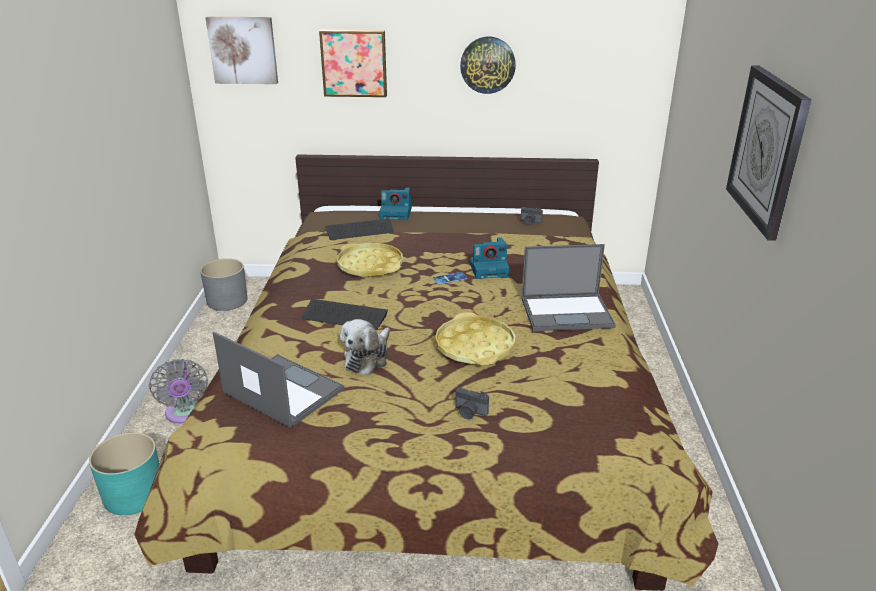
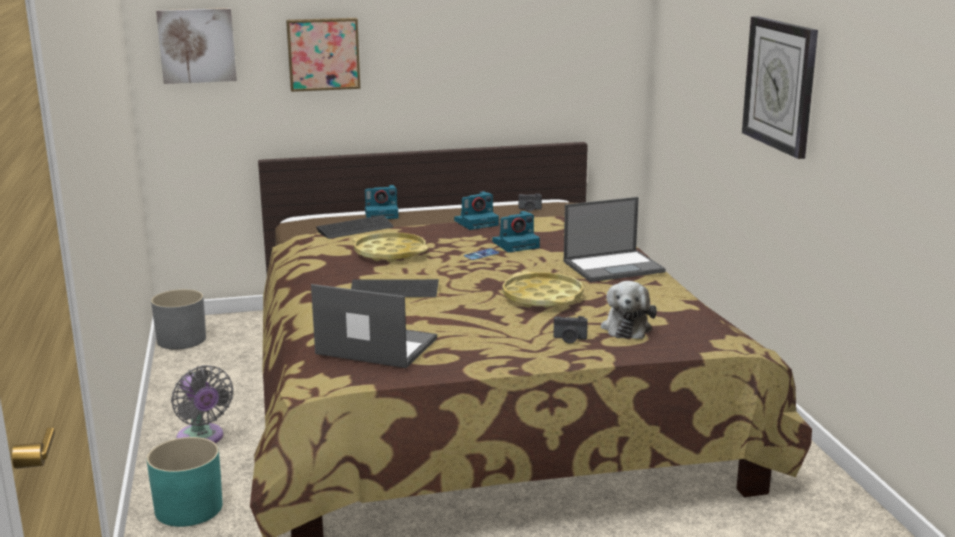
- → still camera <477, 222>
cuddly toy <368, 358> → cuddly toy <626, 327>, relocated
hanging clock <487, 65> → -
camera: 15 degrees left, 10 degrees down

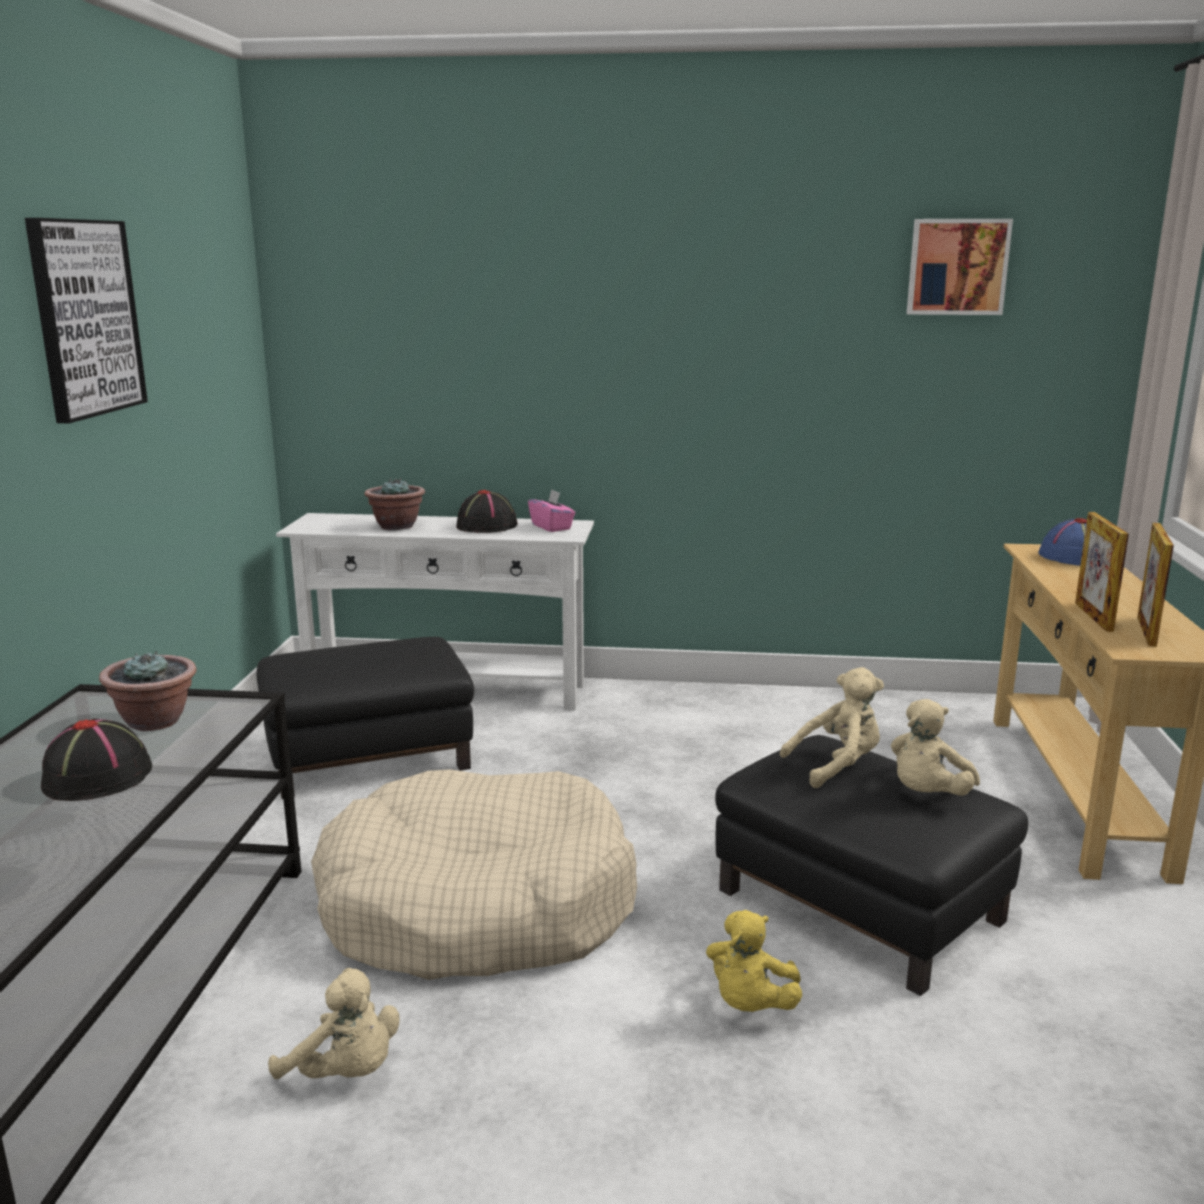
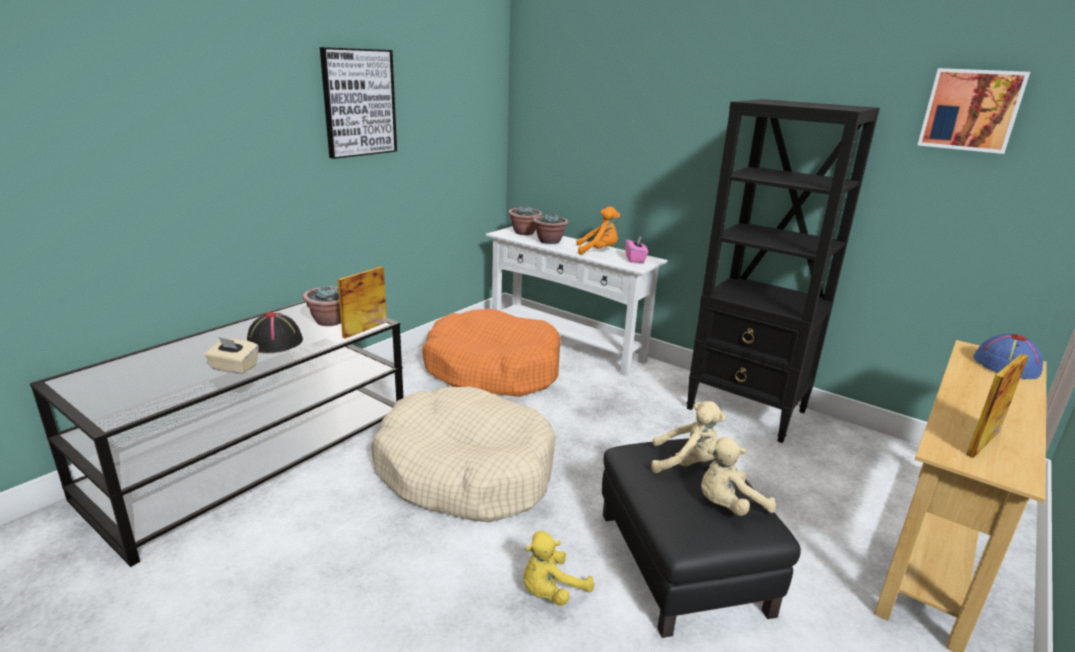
- → tissue holder (beige) <234, 368>
photo frame <1093, 616> → photo frame <365, 329>, relocated
ottoman (black) <369, 755> → dog bed (orangey) <493, 369>
- → plant in a pot <524, 233>
hat (black) <487, 526> → cuddly toy (orangey) <598, 251>
- → shelving unit (black) <747, 410>
cuddly toy (beige) <345, 1073> → -
camera: 30 degrees right, 5 degrees up

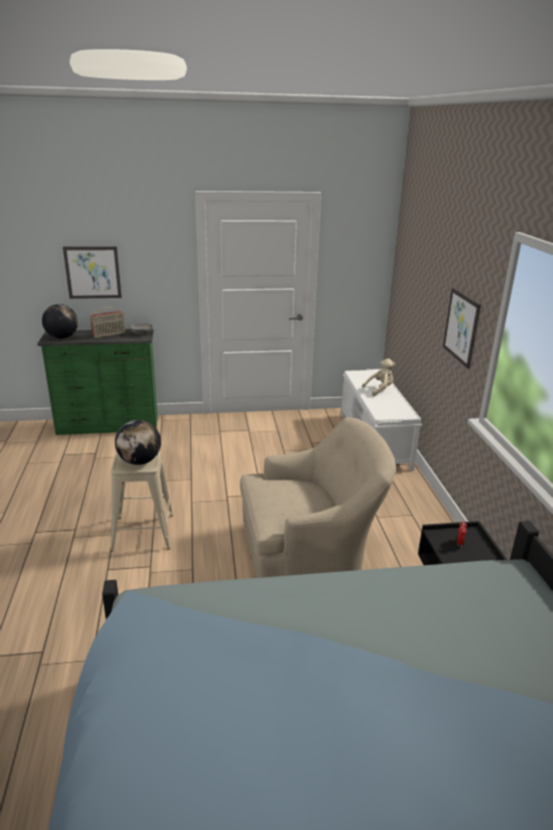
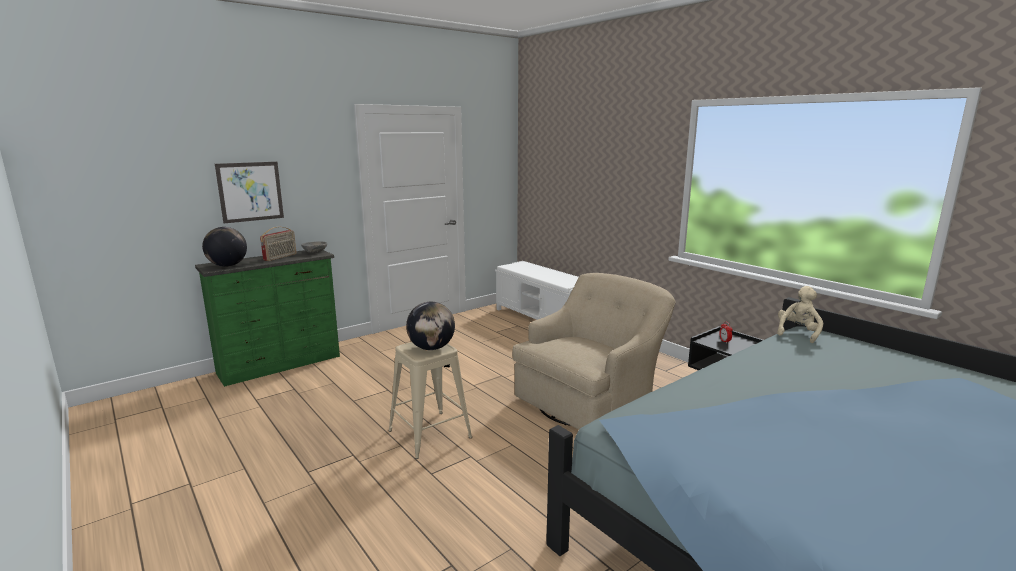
cuddly toy (beige) <379, 390> → cuddly toy (beige) <798, 333>, relocated
wall picture <461, 327> → -
camera: 30 degrees left, 10 degrees down

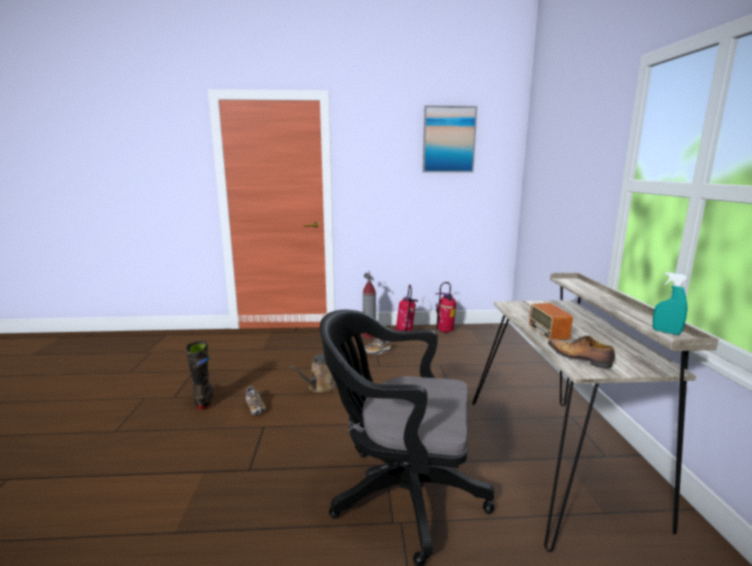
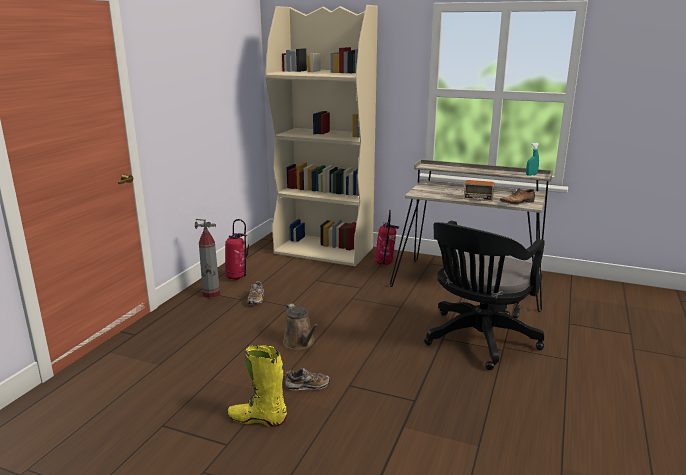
tall boot (black) <205, 399> → tall boot (yellow-coloured) <257, 419>
- → shelving unit (beige) <324, 251>
extinguisher <445, 331> → extinguisher <385, 264>, relocated
wall picture <448, 140> → -
camera: 65 degrees left, 5 degrees up

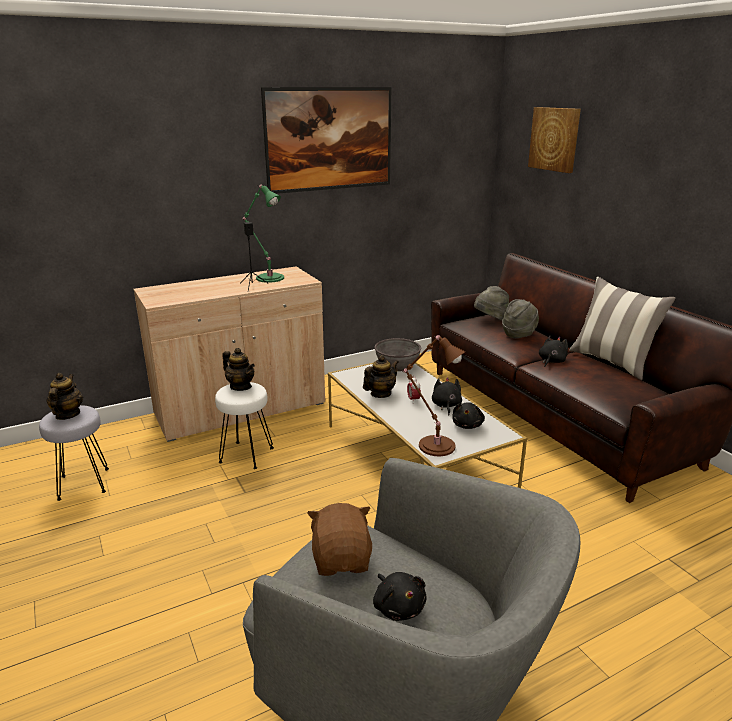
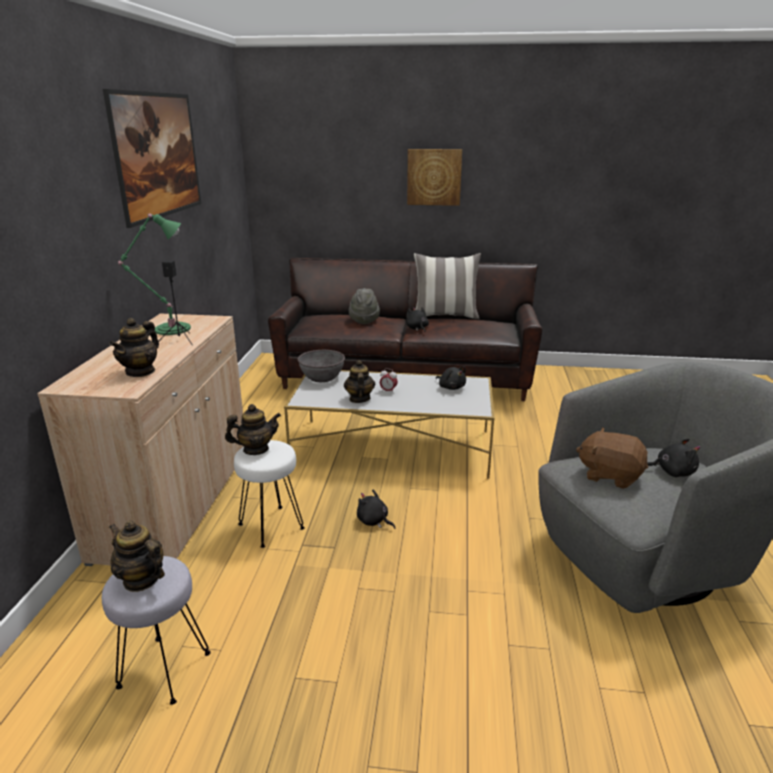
- → tea pot <140, 371>
cuddly toy (black) <446, 406> → cuddly toy (black) <374, 521>, relocated
wall picture <554, 139> → wall picture <434, 177>, relocated
table lamp (brownish) <434, 445> → -
hat (grey) <490, 320> → -
camera: 55 degrees left, 0 degrees up

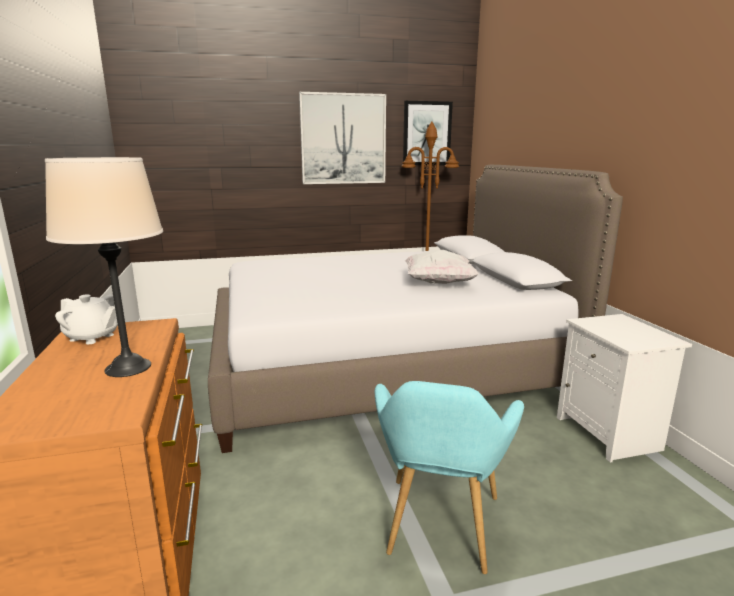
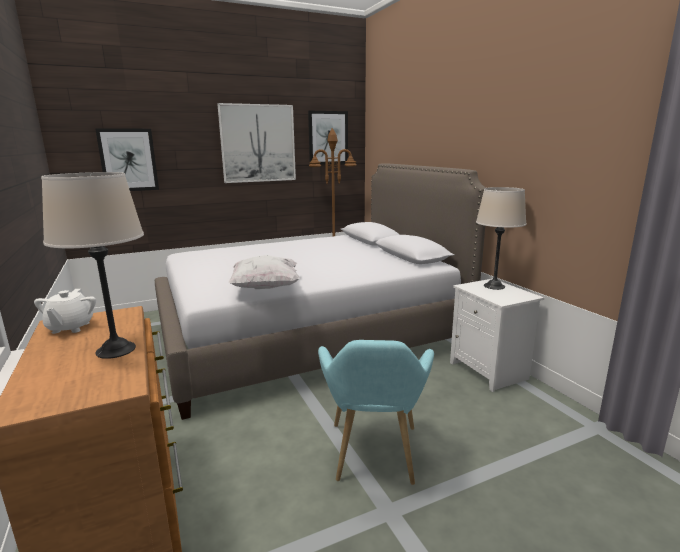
tea pot (white) <92, 337> → tea pot (white) <70, 327>, 75 degrees clockwise
- → wall picture <128, 160>
pillow (white) <439, 283> → pillow (white) <265, 287>, relocated
- → table lamp (beige) <494, 286>
camera: 10 degrees left, 0 degrees up

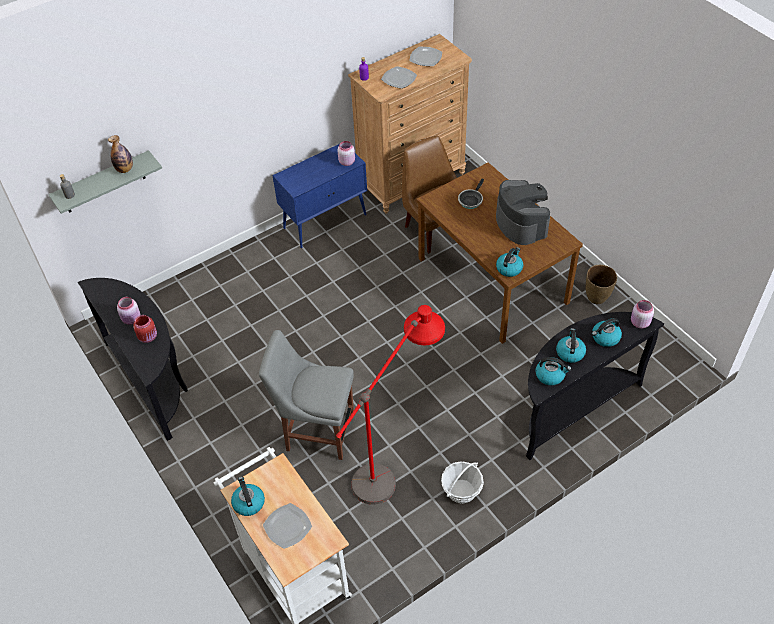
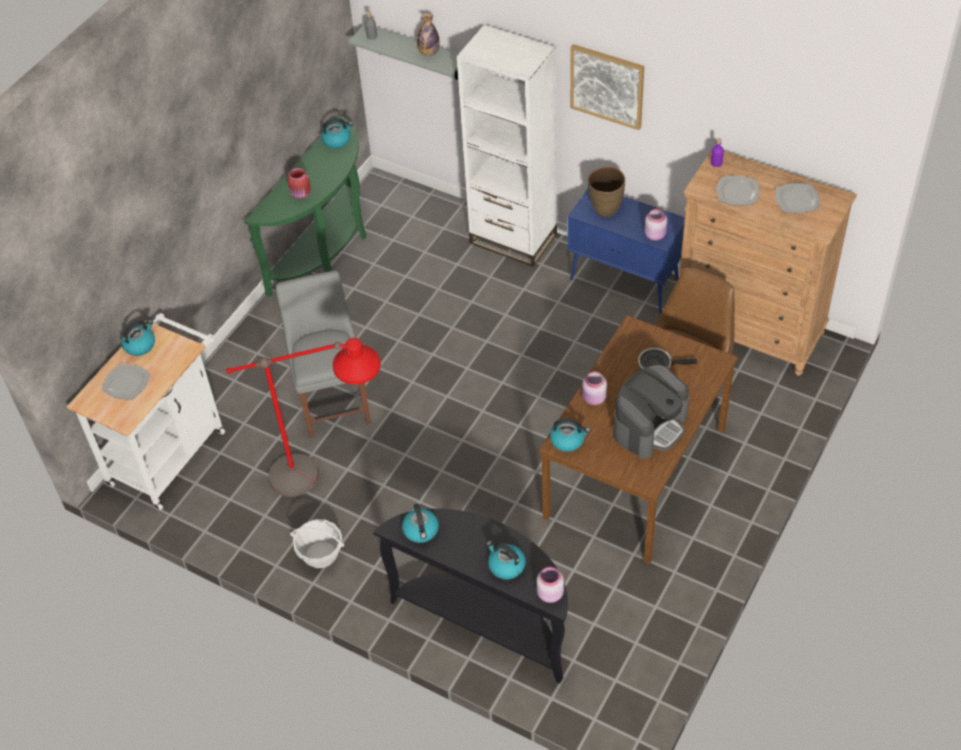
hall table (black) <153, 381> → hall table (green-coloured) <327, 251>
kettle <570, 352> → kettle <337, 140>, relocated
- → shelving unit (white) <513, 239>
- → wall picture <607, 86>
preserve jar (pink) <132, 319> → preserve jar (pink) <594, 399>, relocated
flower vase (brownish) <597, 298> → flower vase (brownish) <605, 210>, relocated
camera: 65 degrees right, 0 degrees up

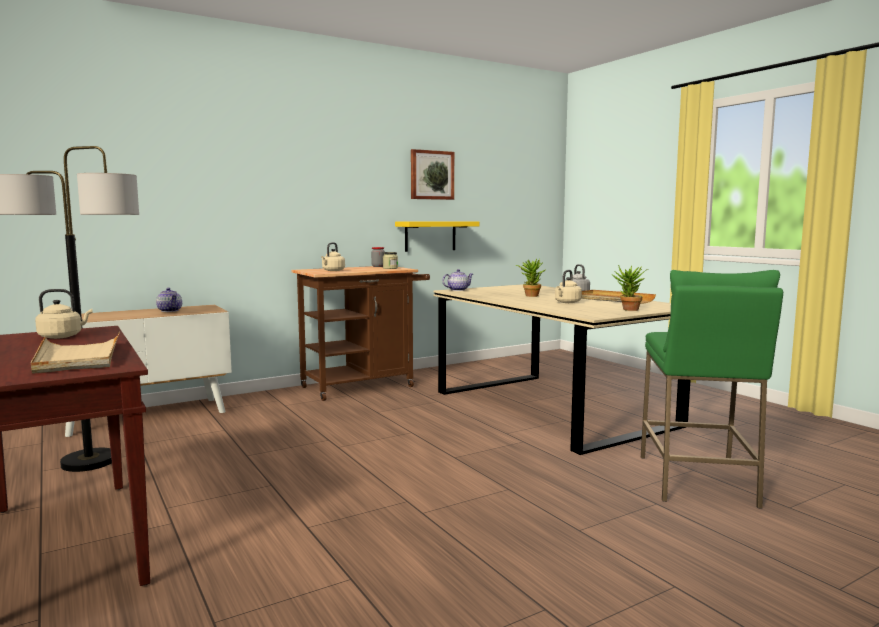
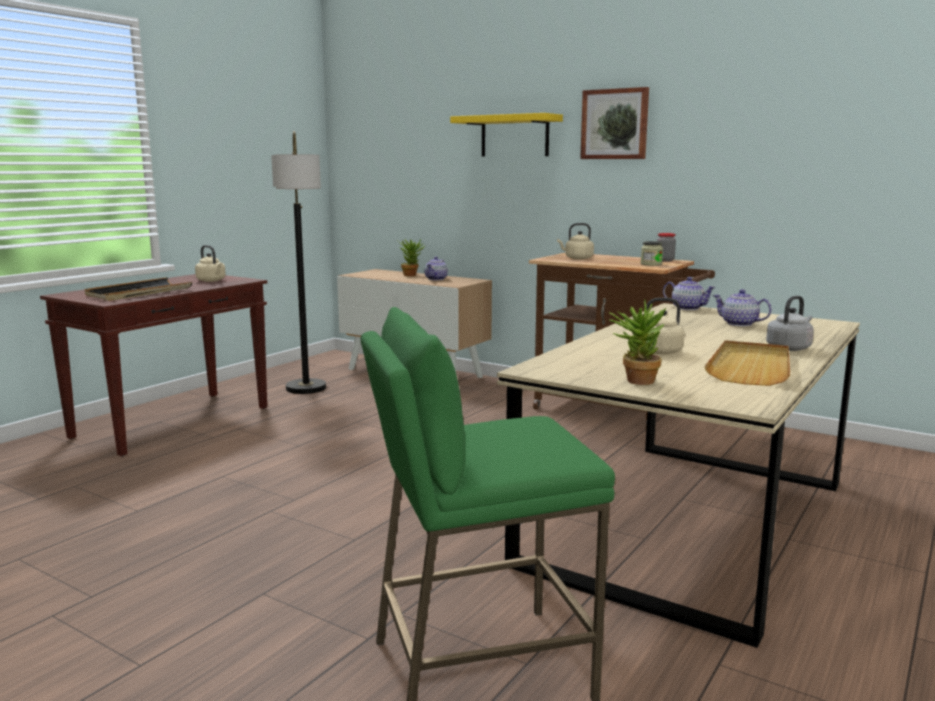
carrying tray (beige) <78, 357> → carrying tray (black) <139, 293>
plant in a pot <530, 295> → plant in a pot <411, 275>, relocated
bracket shelf (yellow-coloured) <430, 236> → bracket shelf (yellow-coloured) <514, 136>, relocated
wall picture <431, 175> → wall picture <615, 124>, relocated
- → tea pot <739, 324>
camera: 65 degrees right, 5 degrees up

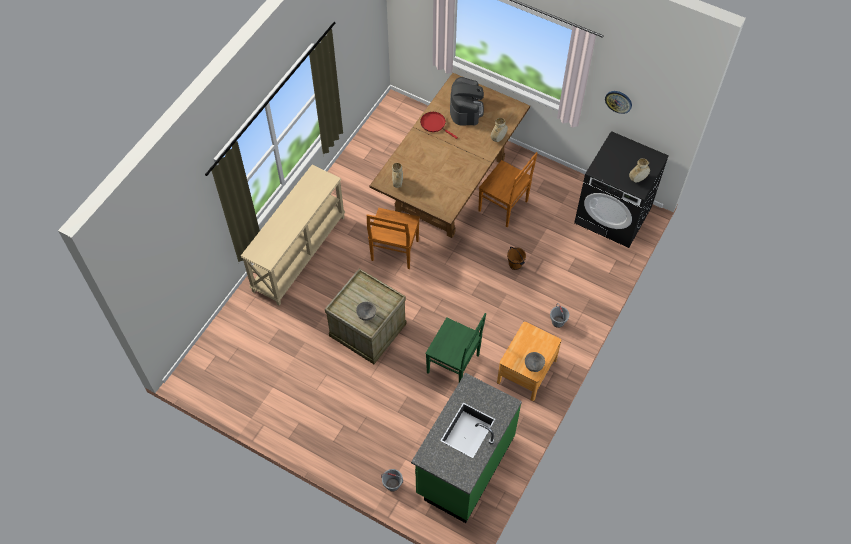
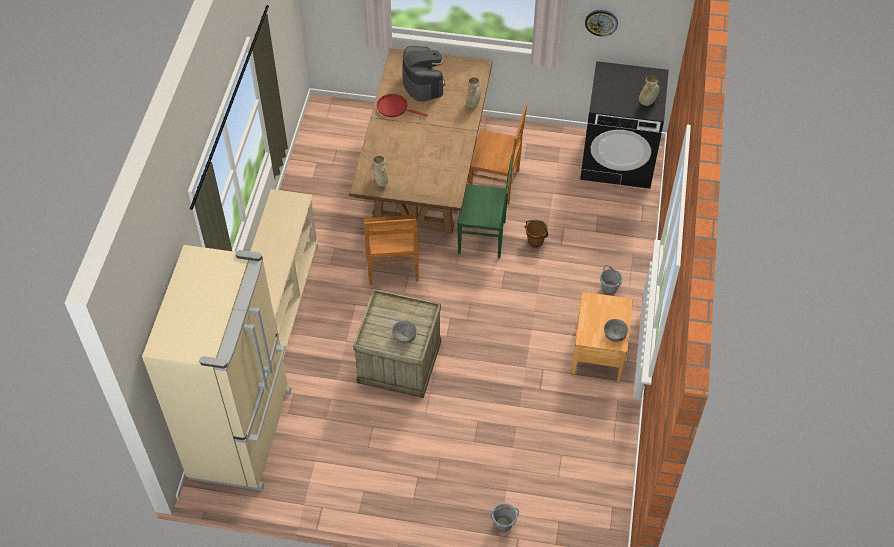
- → refrigerator (beige) <243, 433>
upright chair (green-coloured) <454, 364> → upright chair (green-coloured) <483, 237>, relocated
kitchen base unit (green-coloured) <464, 466> → -
camera: 20 degrees left, 5 degrees down

